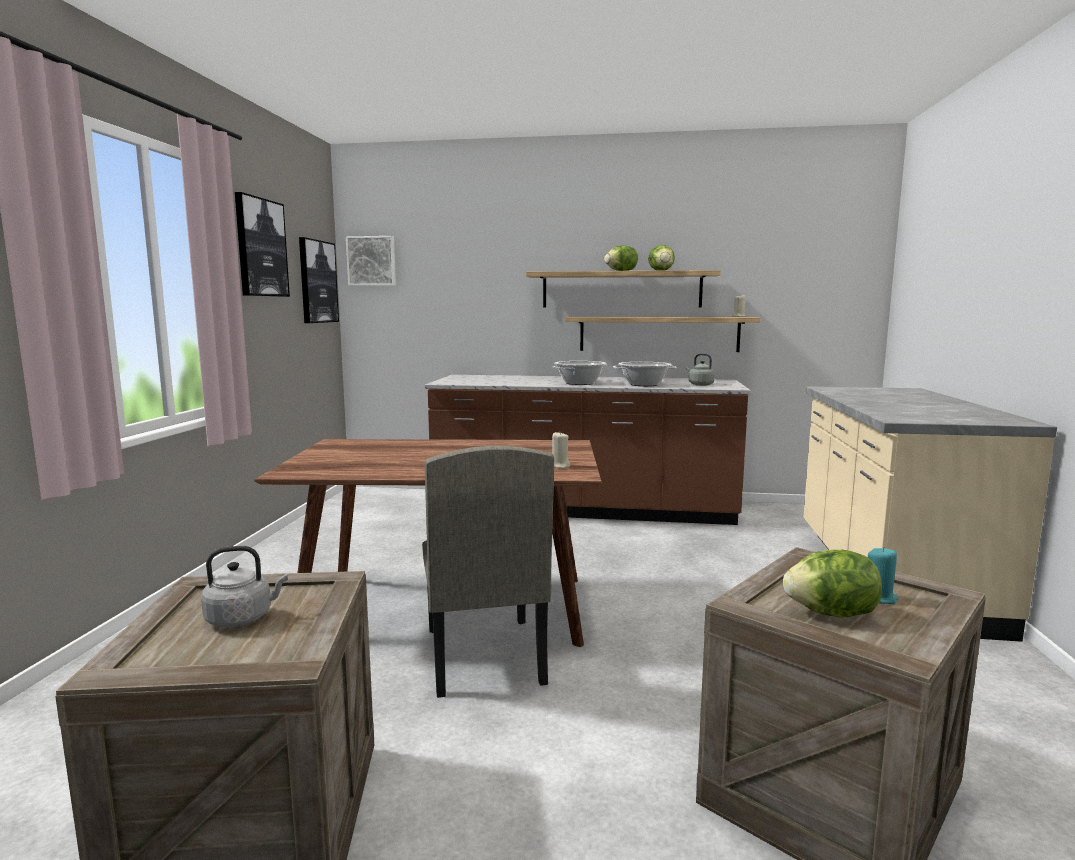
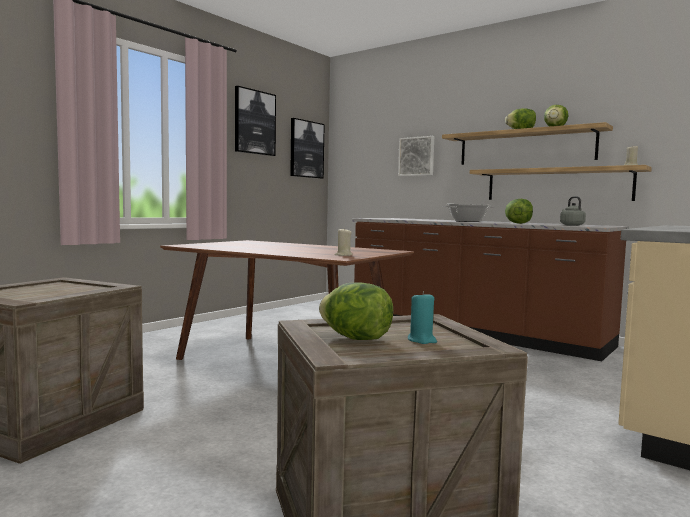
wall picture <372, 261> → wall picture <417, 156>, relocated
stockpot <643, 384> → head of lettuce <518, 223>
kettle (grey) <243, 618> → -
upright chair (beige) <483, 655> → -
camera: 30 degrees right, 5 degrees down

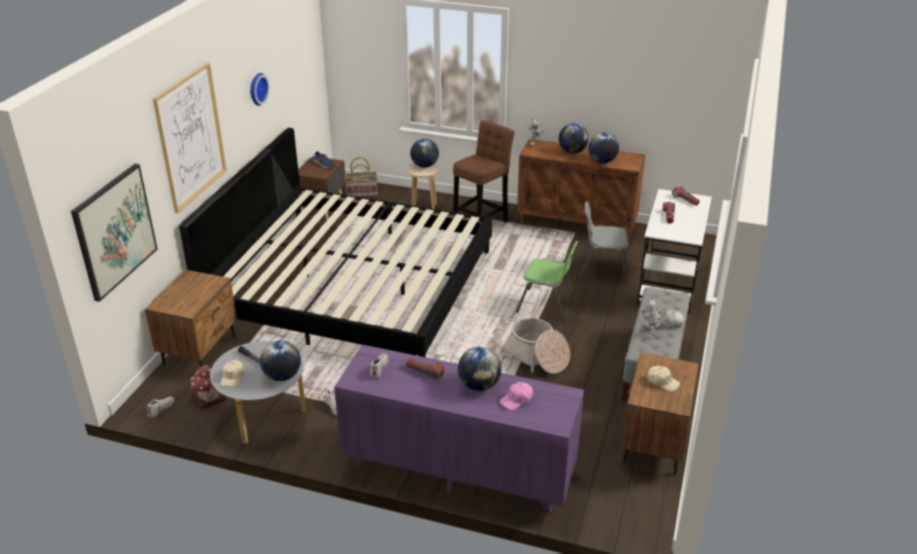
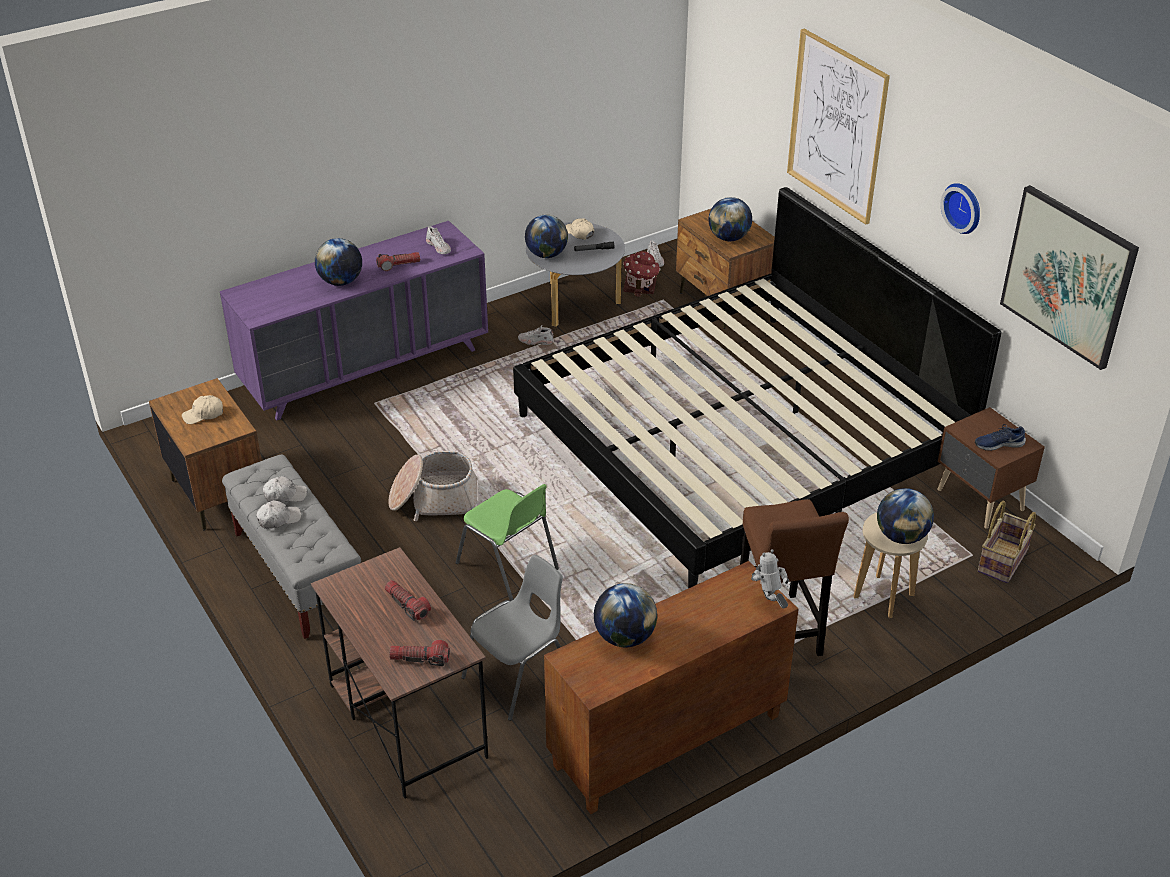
robot figure <652, 332> → peaked cap (white) <285, 495>
desk (white) <668, 284> → desk (brownish) <406, 719>
upright chair (green-coloured) <547, 306> → upright chair (green-coloured) <508, 566>, 105 degrees counterclockwise
globe <572, 151> → globe <729, 238>, relocated
wall picture <114, 231> → wall picture <1068, 276>, relocated
peaked cap (pink) <517, 400> → -
camera: 130 degrees right, 5 degrees up

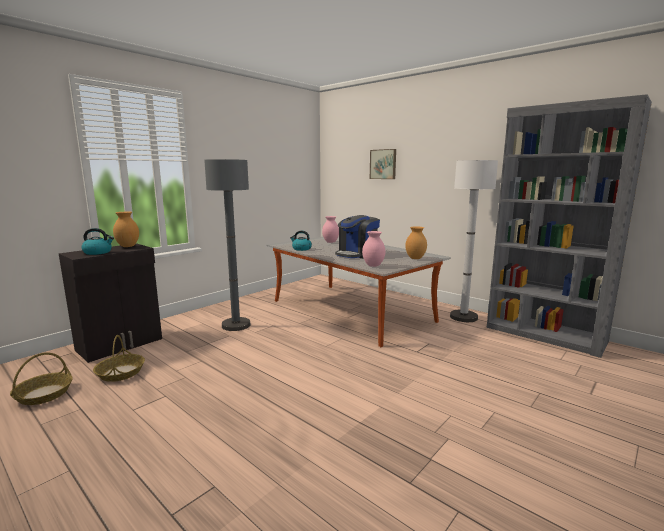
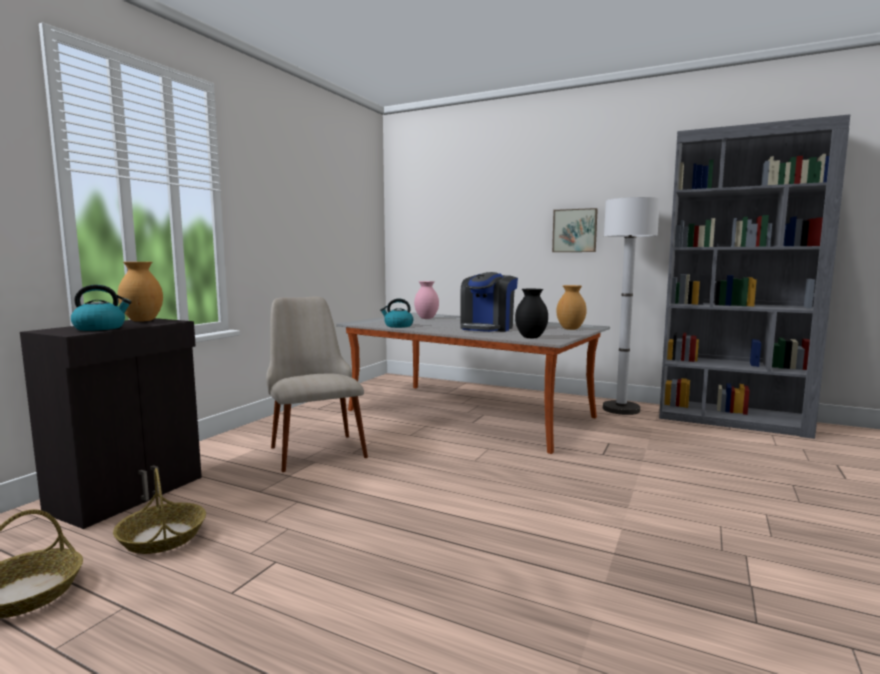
standing lamp (grey) <236, 325> → upright chair (beige) <314, 446>
flower vase (pink) <373, 265> → flower vase (black) <531, 337>
wall picture <383, 164> → wall picture <575, 230>, relocated
camera: 15 degrees left, 5 degrees down

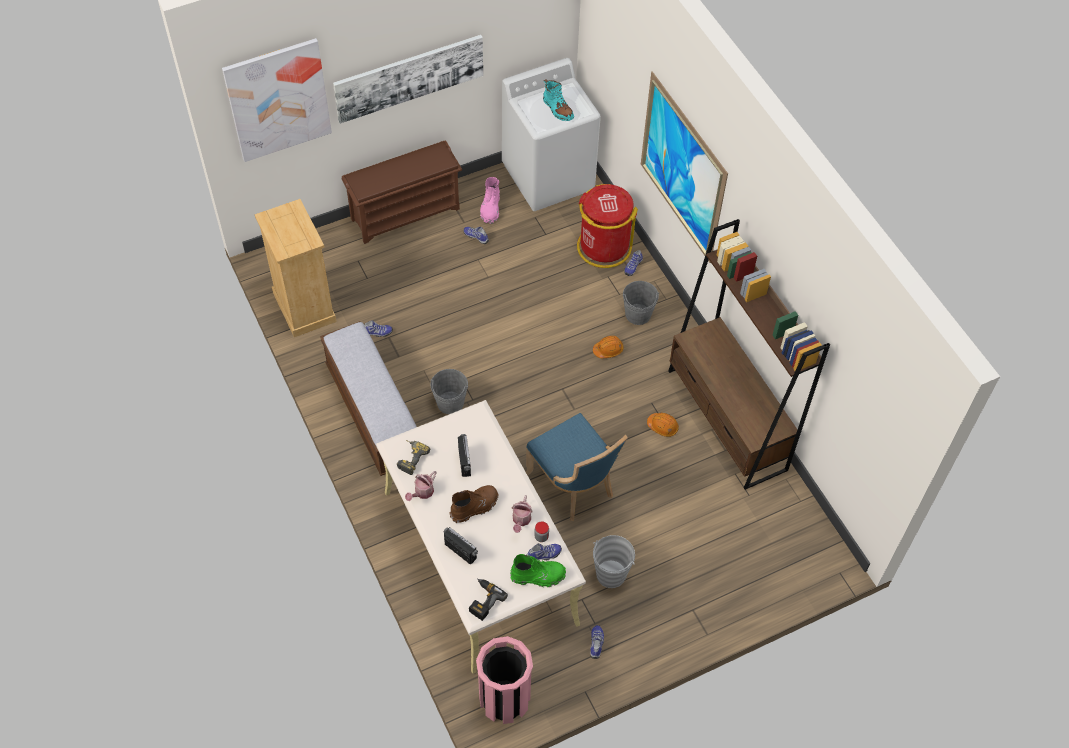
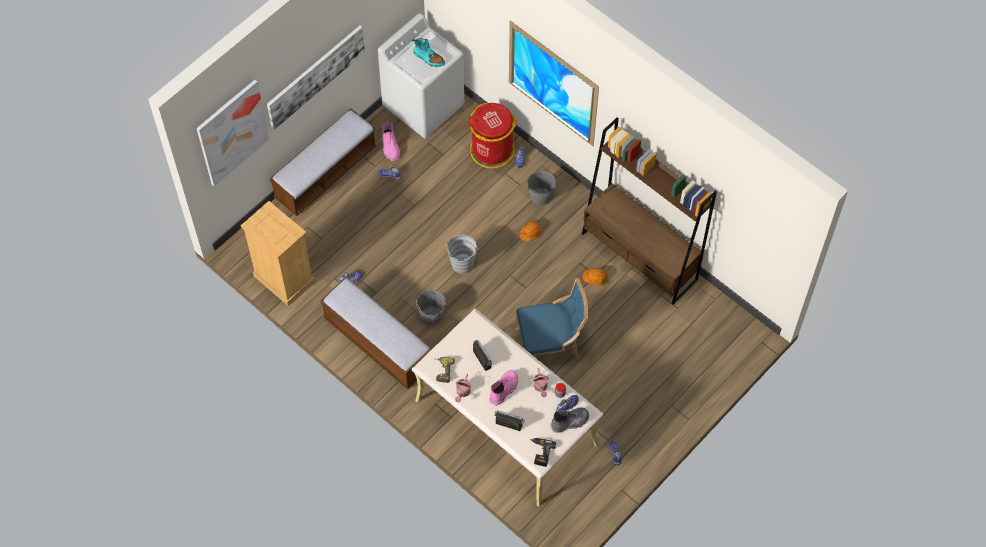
shoe stand (brownish) <406, 213> → long seat <326, 173>
pail (grey) <610, 574> → pail (grey) <462, 264>, relocated
tall boot (brownish) <474, 507> → tall boot (pink) <504, 389>
upright chair (bluish) <573, 485> → upright chair (bluish) <550, 345>, 45 degrees counterclockwise
tall boot (green-coloured) <538, 576> → tall boot (grey) <570, 422>
rubbish bin (pink) <504, 699> → -
camera: 20 degrees left, 5 degrees up

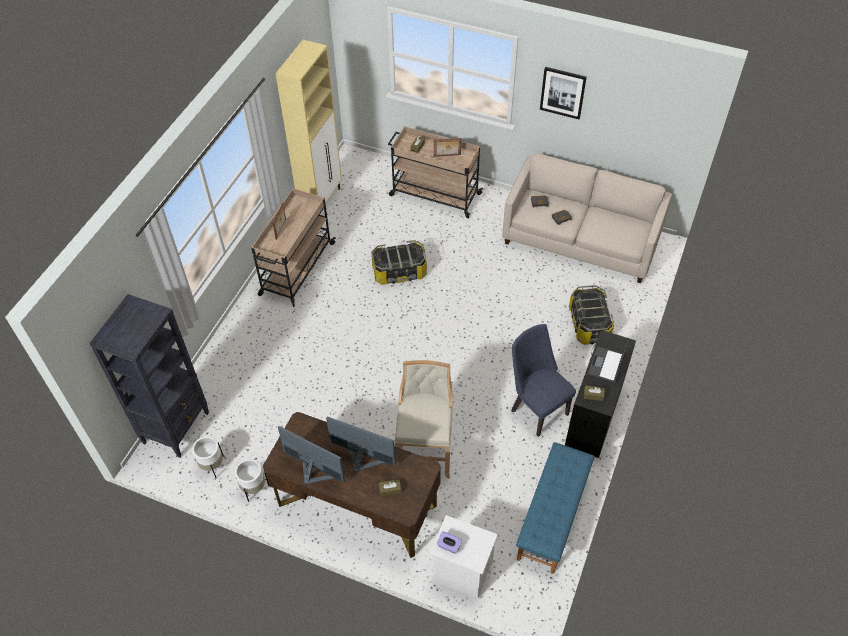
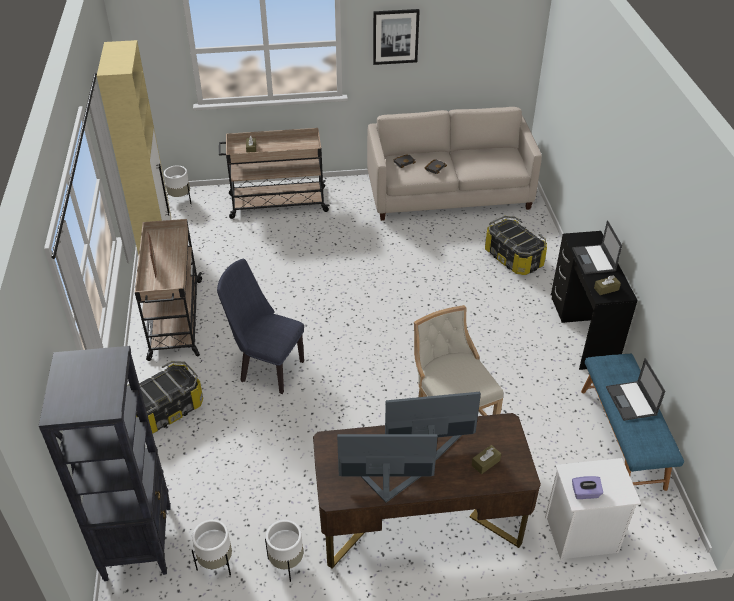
storage container <399, 271> → storage container <165, 410>, relocated
- → flower pot (white) <180, 200>
upright chair (bluish) <536, 408> → upright chair (bluish) <267, 369>, relocated
- → notebook computer <631, 401>
photo frame <447, 156> → -
camera: 30 degrees left, 10 degrees down

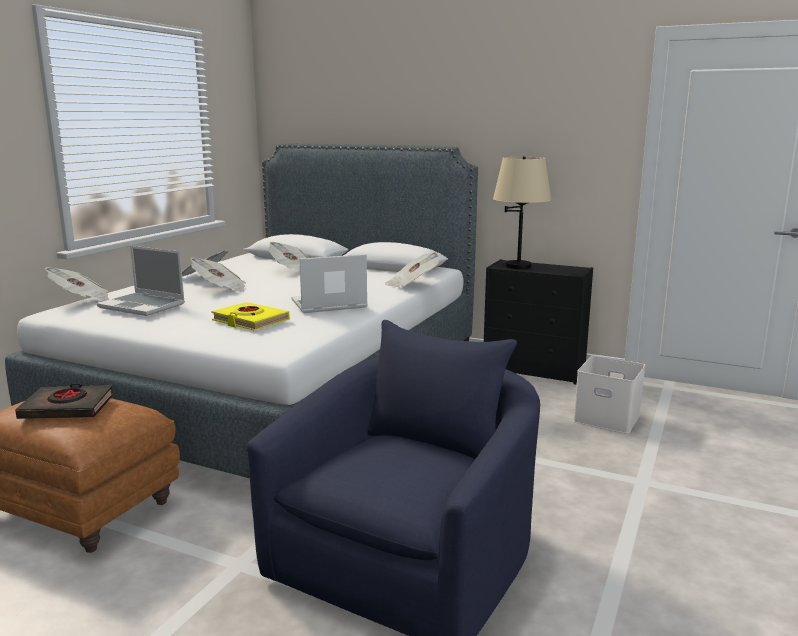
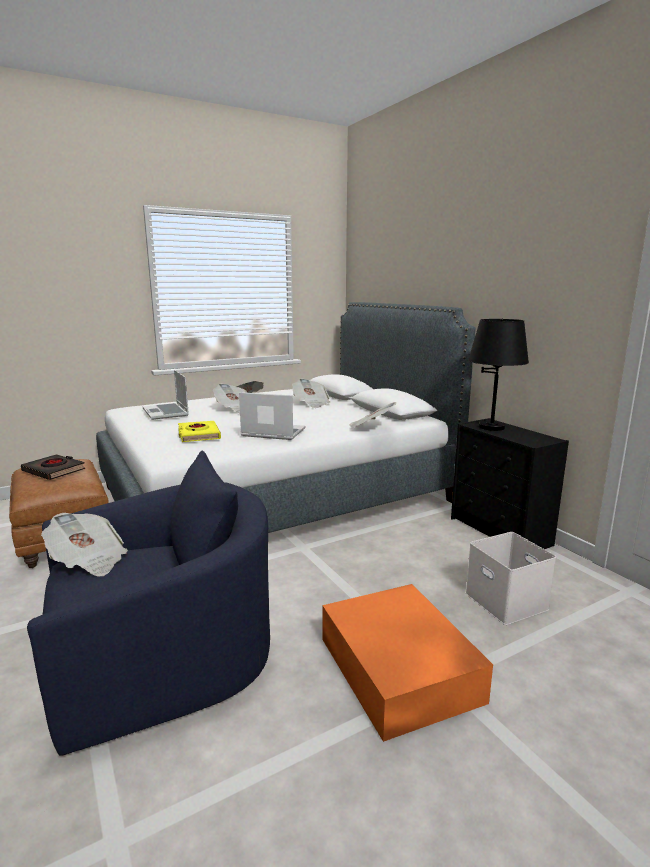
daily paper <81, 300> → daily paper <88, 561>, relocated
- → storage container (orangey) <399, 671>
table lamp (beige) <519, 266> → table lamp (black) <492, 427>
camera: 35 degrees right, 0 degrees up

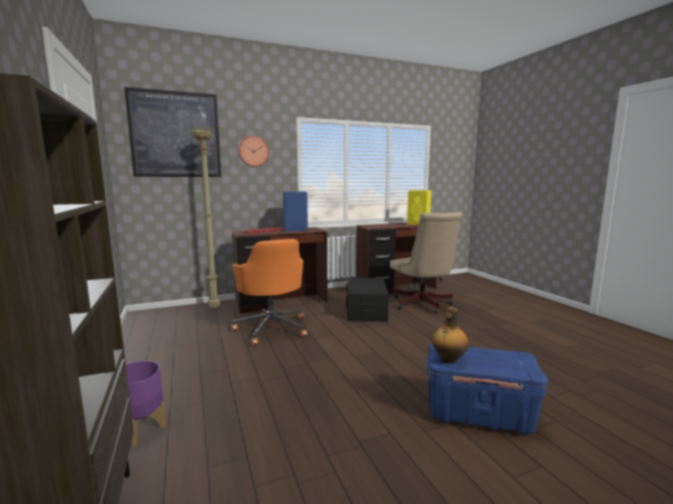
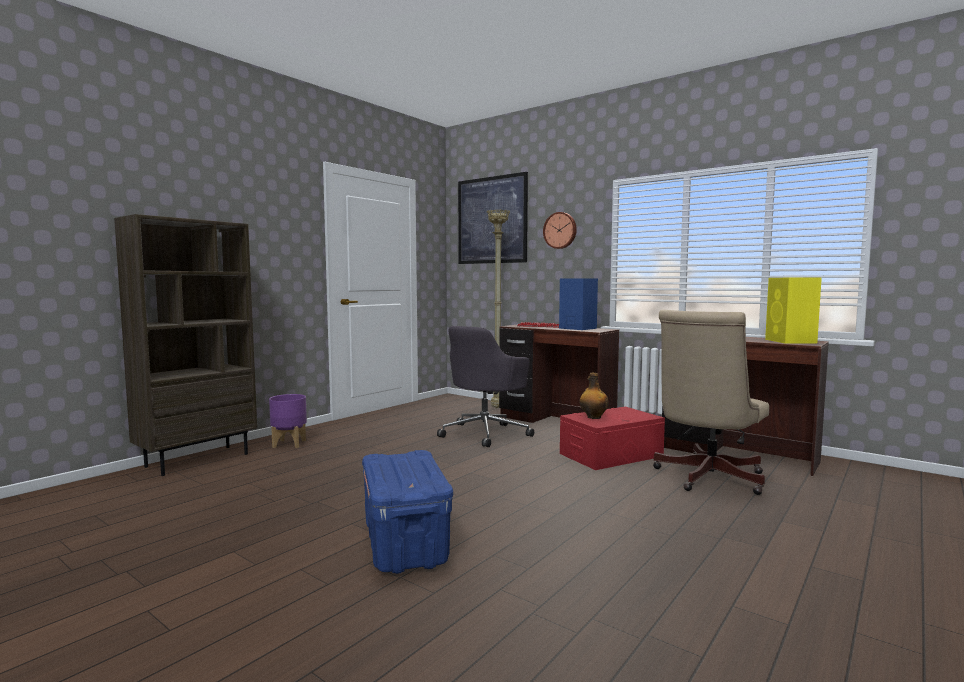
computer chair (orangey) <272, 328> → computer chair (grey) <486, 433>
storage container (black) <366, 310> → storage container (red) <611, 455>
bottle <448, 360> → bottle <593, 417>, relocated
camera: 60 degrees right, 5 degrees down

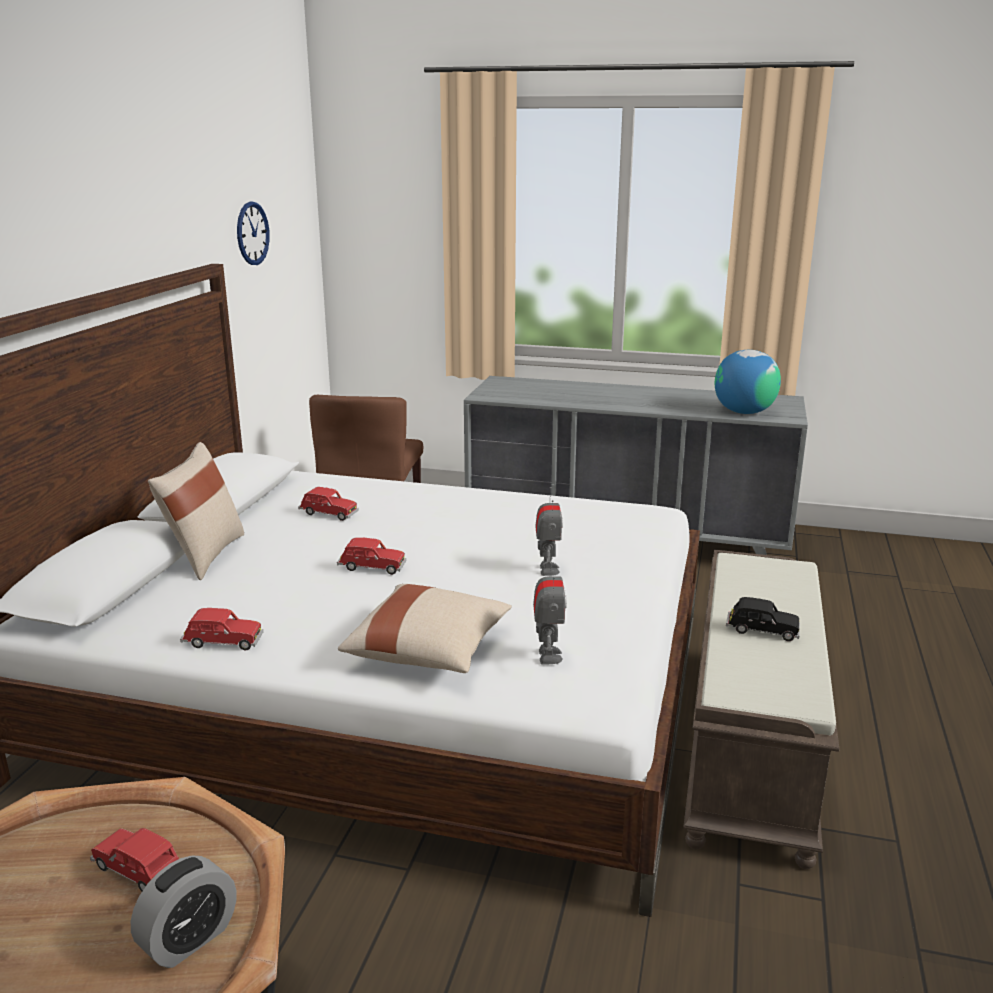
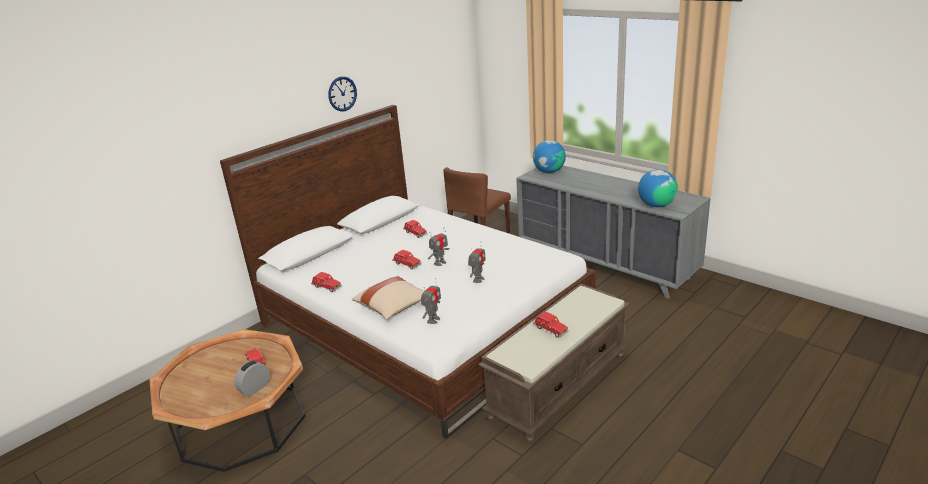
alarm clock <189, 939> → alarm clock <255, 388>, 150 degrees clockwise
hanging clock <252, 233> → hanging clock <342, 94>, relocated
- → robot figure <440, 263>
- → globe <549, 171>
miniature car (black) <762, 631> → miniature car (red) <550, 330>
pillow (beige) <204, 555> → -
camera: 30 degrees right, 5 degrees up

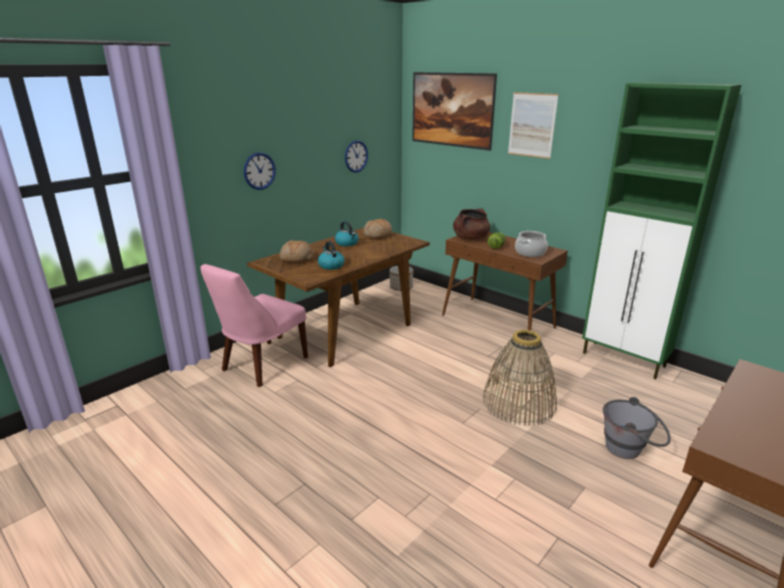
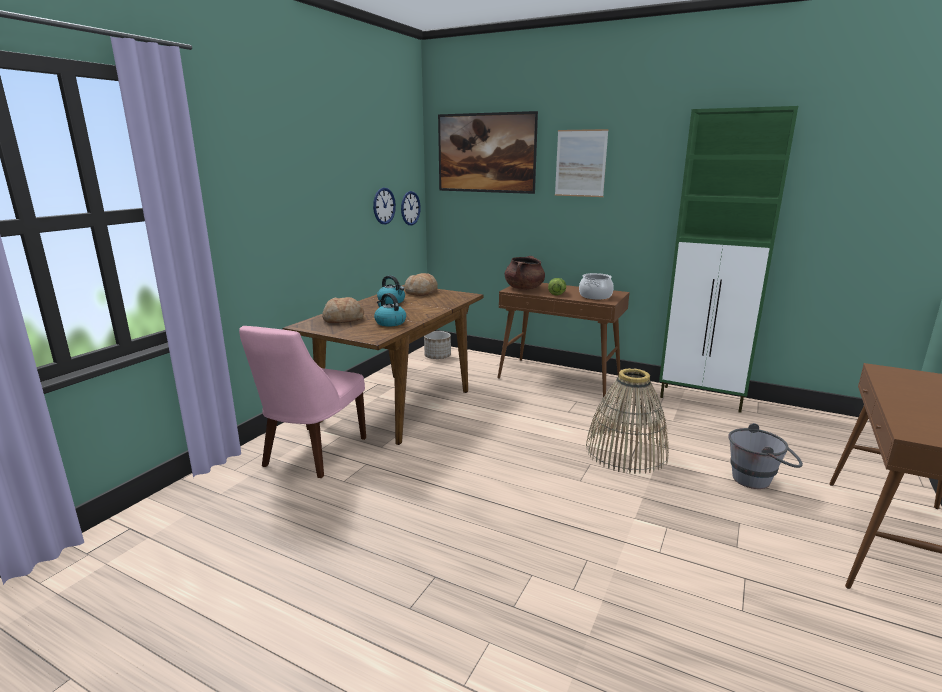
hanging clock <259, 171> → hanging clock <410, 208>, relocated
camera: 15 degrees left, 5 degrees down

